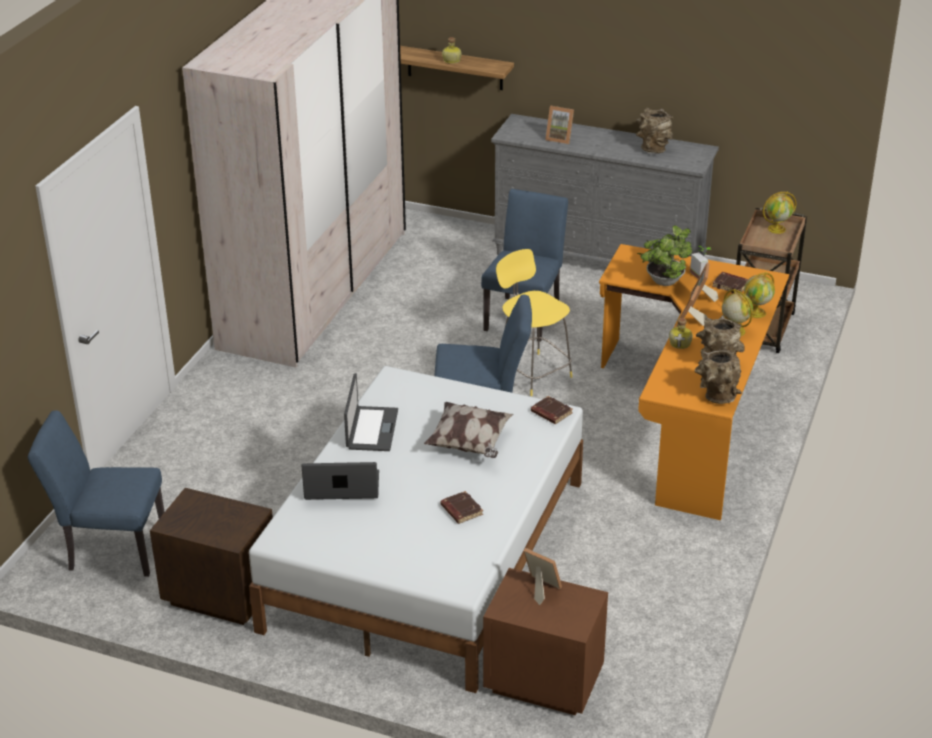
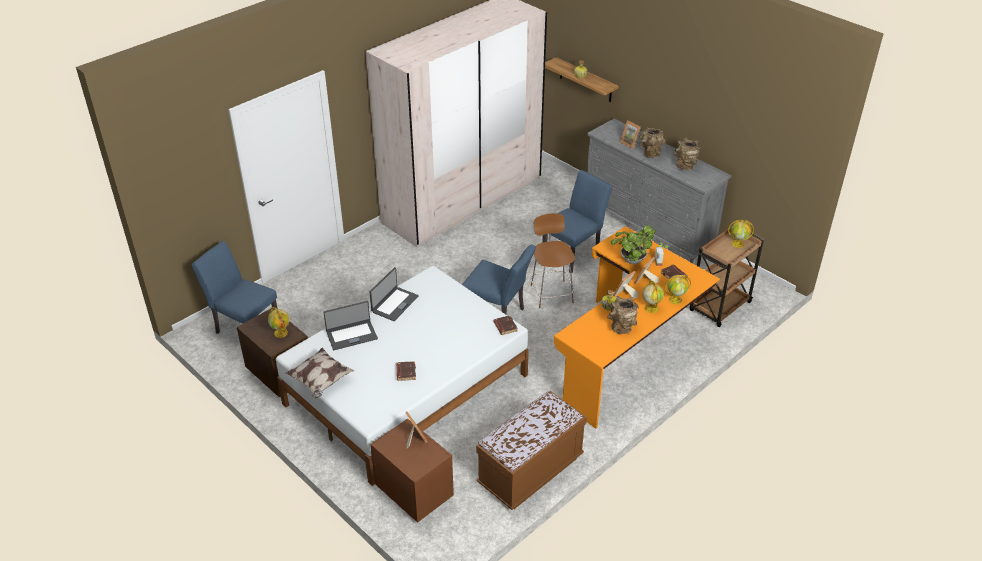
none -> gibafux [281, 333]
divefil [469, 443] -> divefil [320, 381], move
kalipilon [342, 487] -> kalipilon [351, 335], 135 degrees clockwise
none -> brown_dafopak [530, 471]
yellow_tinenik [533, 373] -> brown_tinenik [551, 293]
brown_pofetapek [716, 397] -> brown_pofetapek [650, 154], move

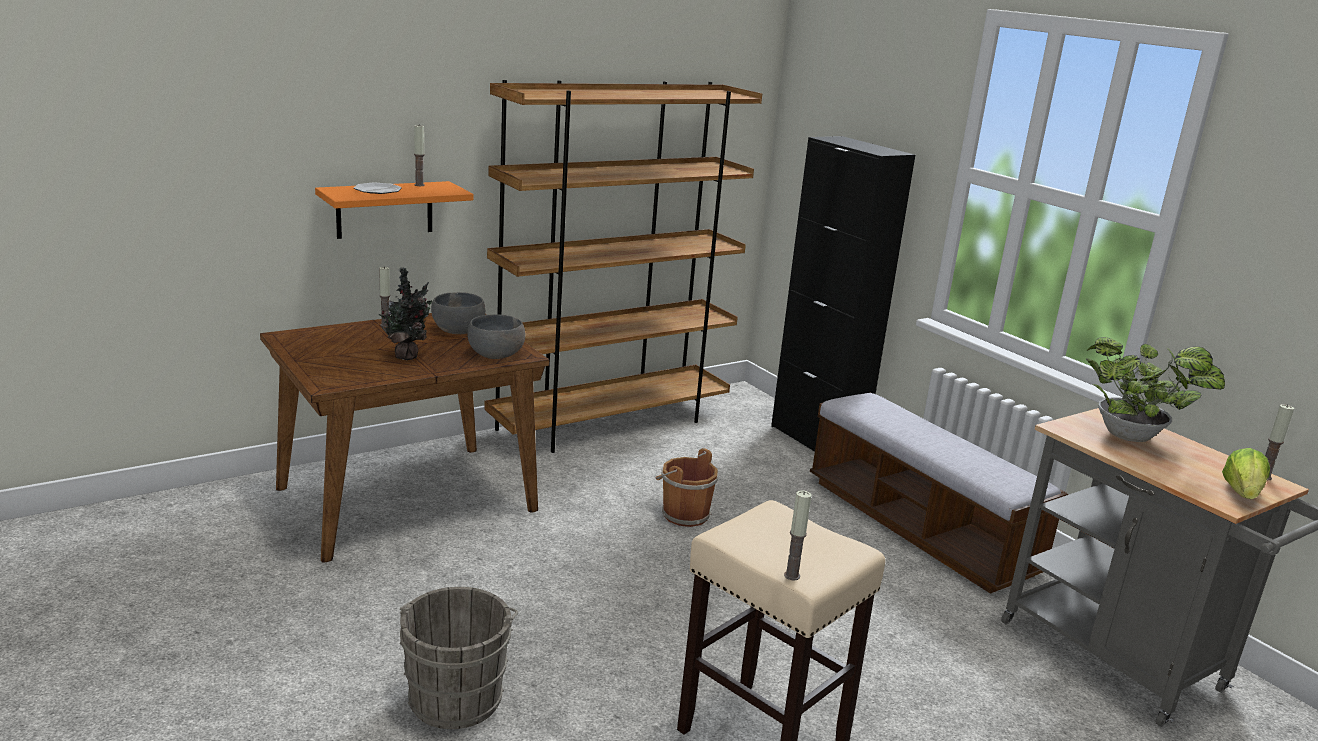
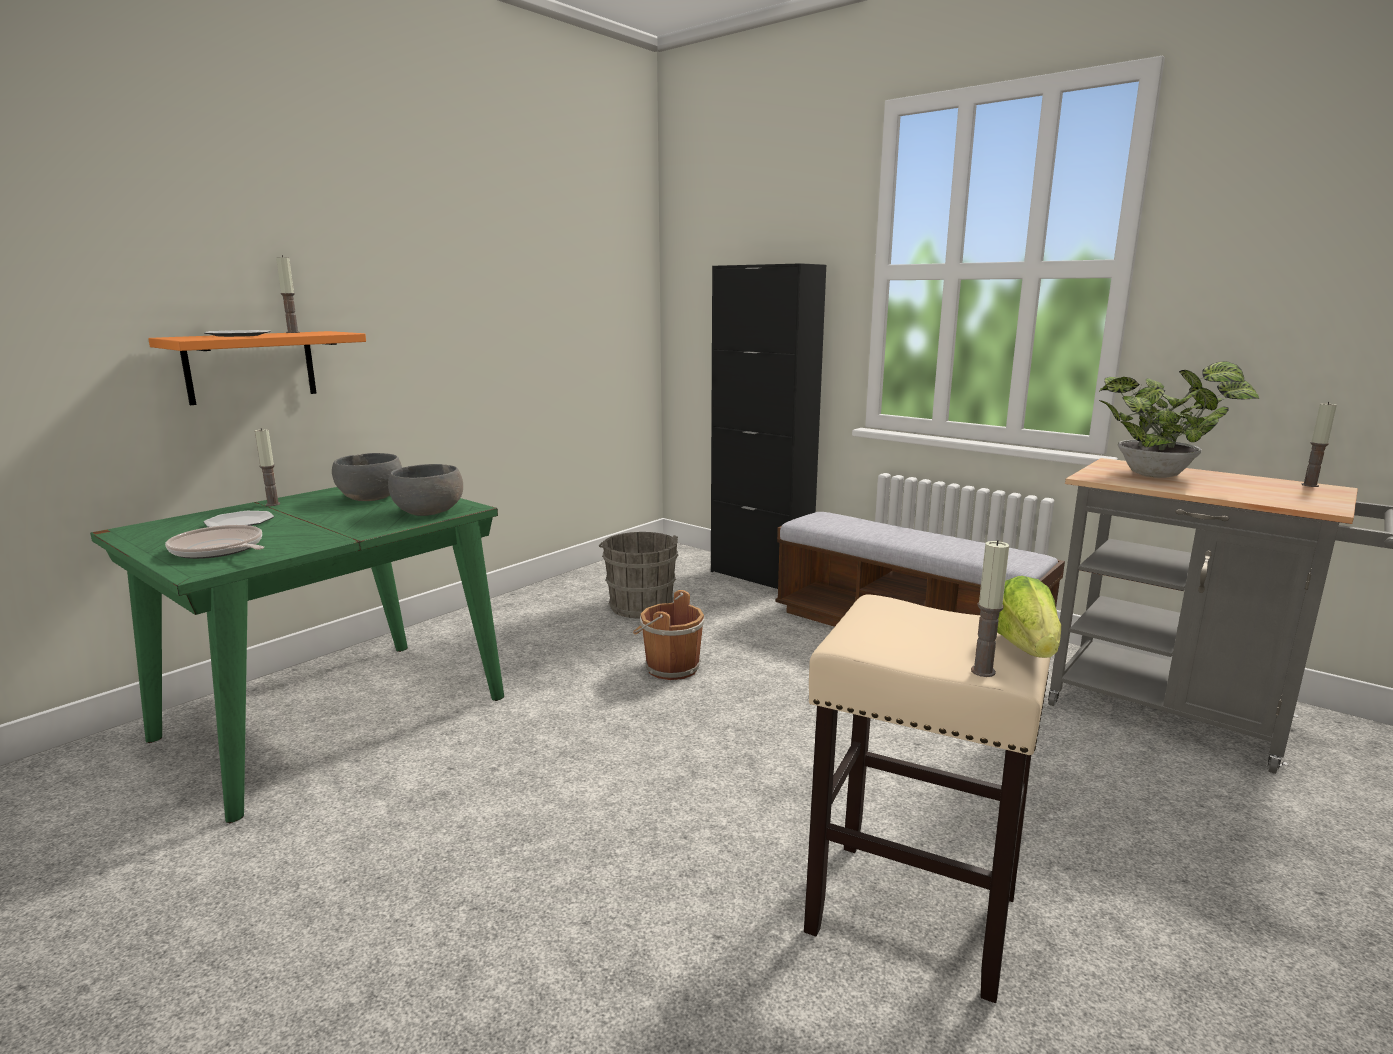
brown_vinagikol [405, 500] -> green_vinagikol [332, 719]
none -> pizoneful [219, 550]
none -> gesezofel [239, 522]
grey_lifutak [457, 695] -> grey_lifutak [640, 605], move
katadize [1242, 493] -> katadize [1024, 648], move
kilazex [407, 356] -> none
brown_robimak [610, 423] -> none

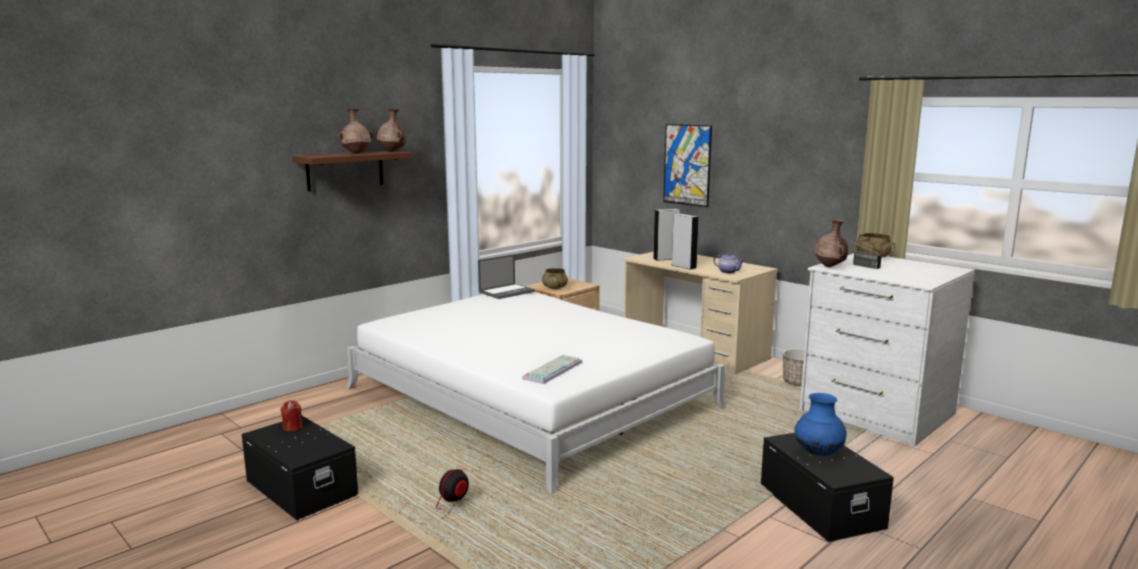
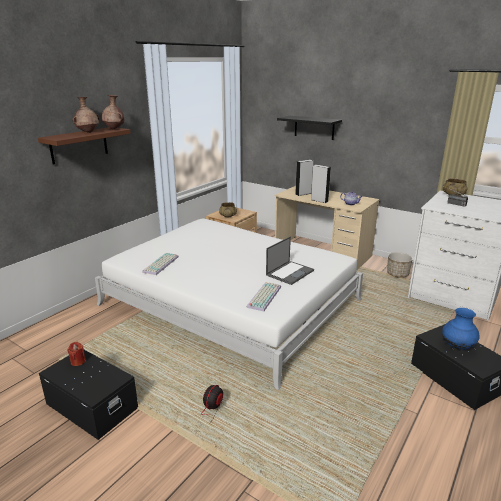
none -> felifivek [161, 264]
kalipilon [507, 291] -> kalipilon [290, 272], move
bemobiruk [687, 165] -> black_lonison [314, 127]
brown_pofetapek [830, 266] -> none

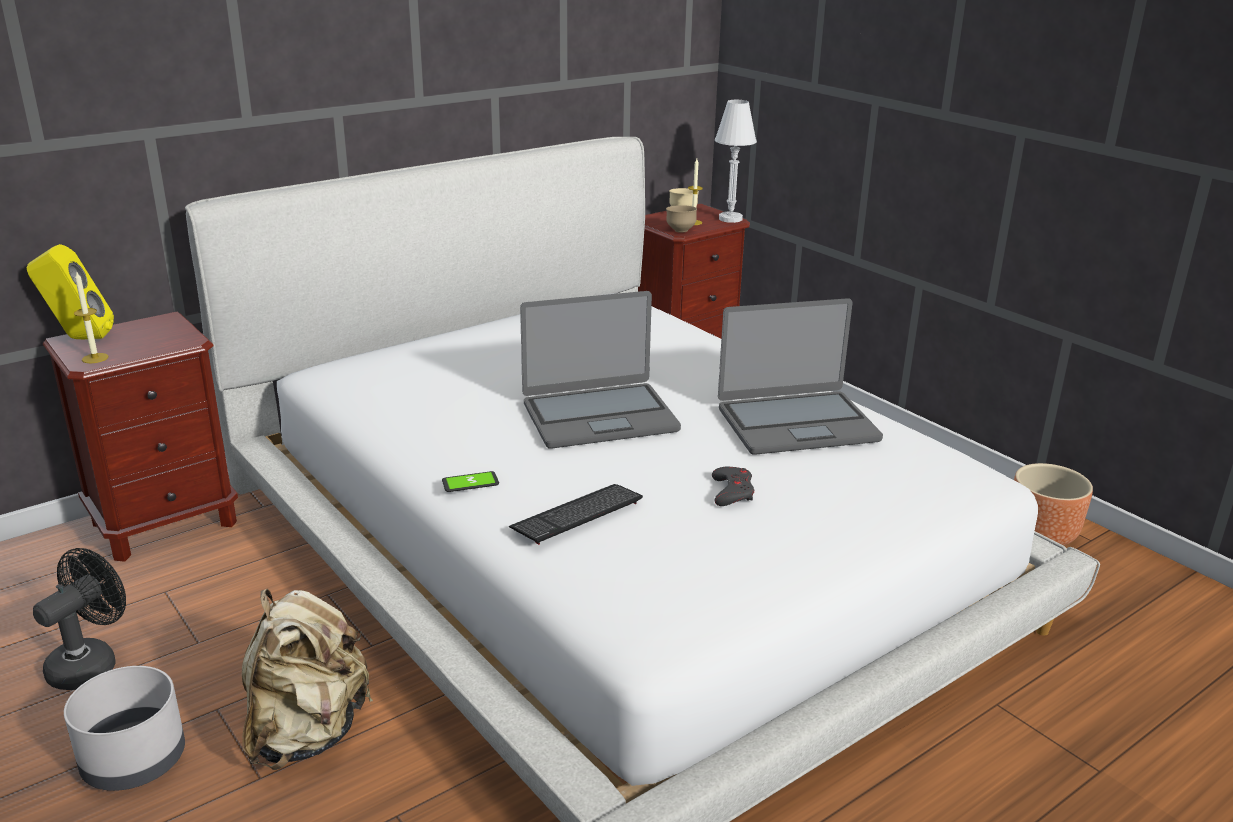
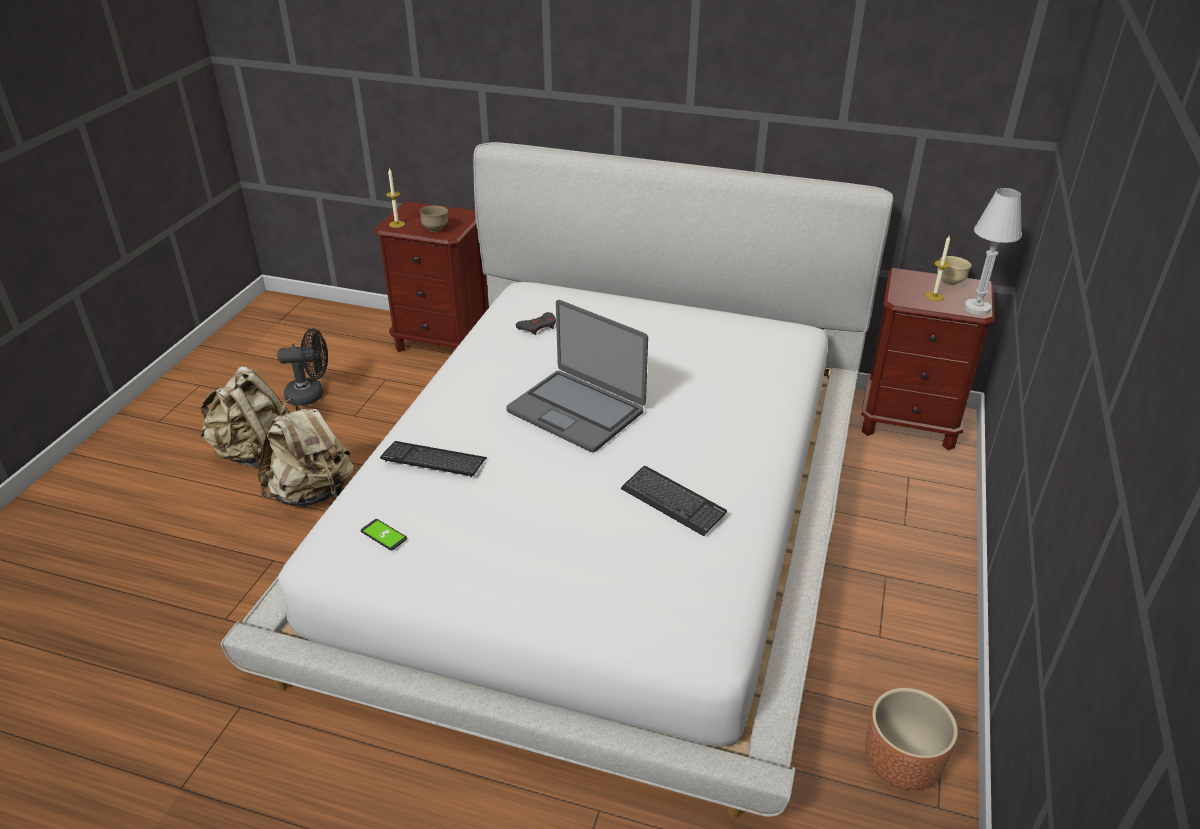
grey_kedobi [135, 761] -> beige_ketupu [254, 453]
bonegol [470, 483] -> bonegol [383, 535], move
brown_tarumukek [680, 231] -> brown_tarumukek [435, 230], move
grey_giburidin [732, 491] -> grey_giburidin [538, 327], move
kalipilon [796, 424] -> felifivek [673, 502]
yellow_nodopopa [78, 338] -> none

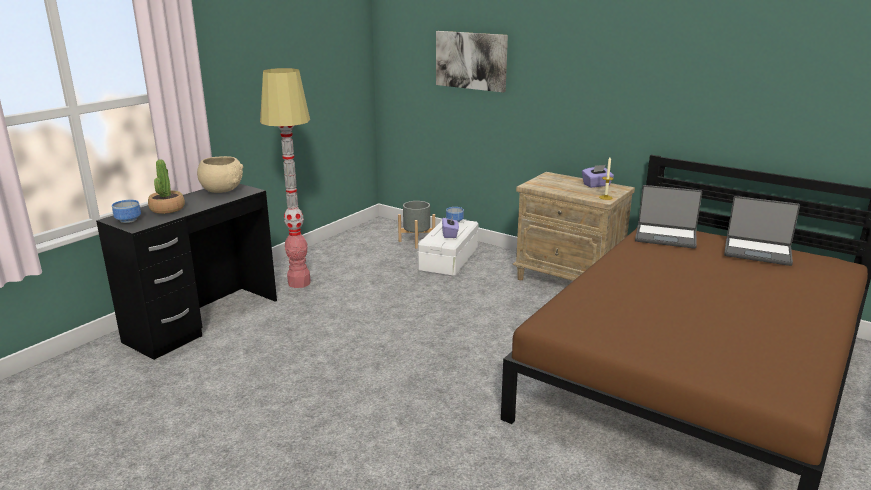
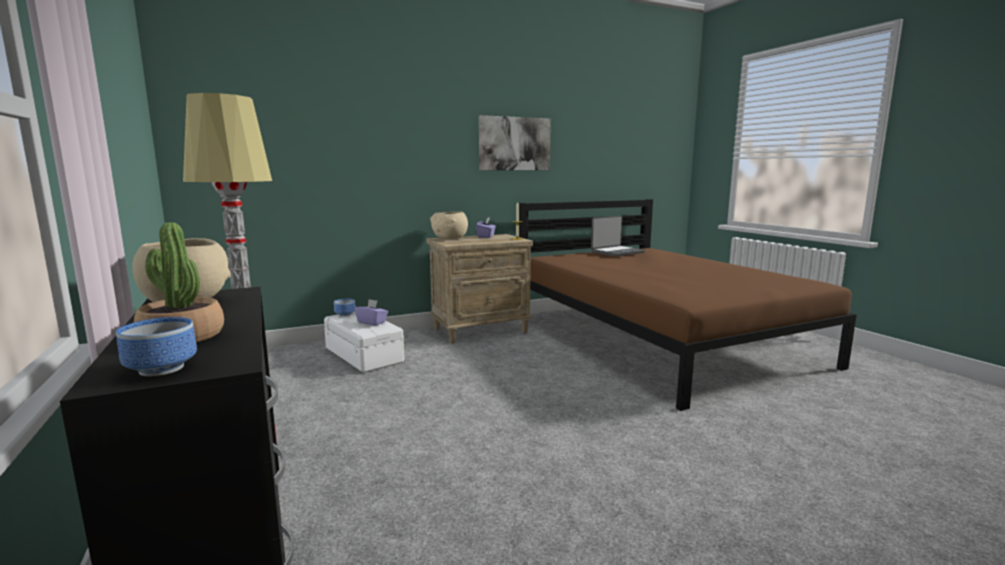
none -> beige_tarumukek [450, 239]
bemobiruk [471, 60] -> bemobiruk [514, 144], move
grey_kedobi [416, 241] -> none
kalipilon [665, 237] -> none

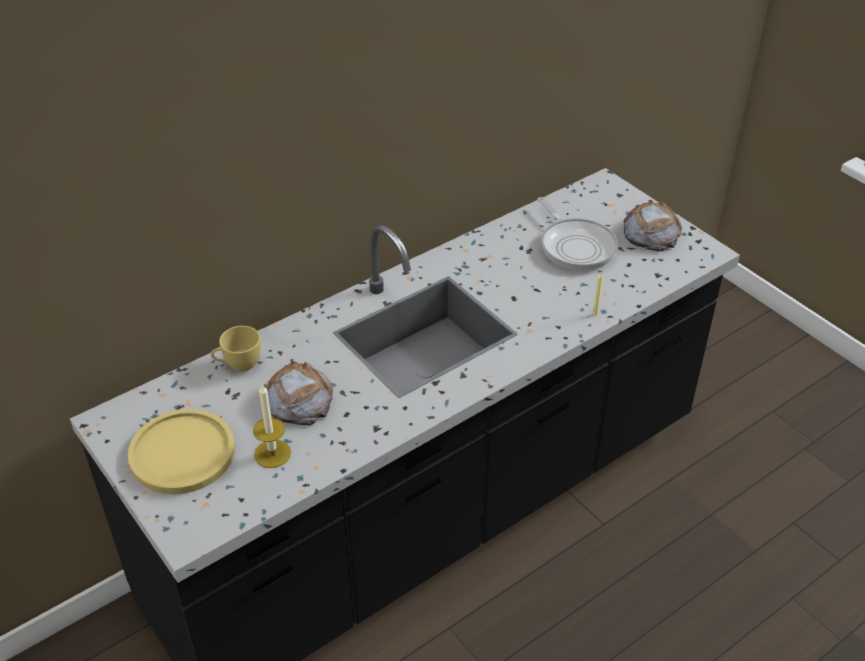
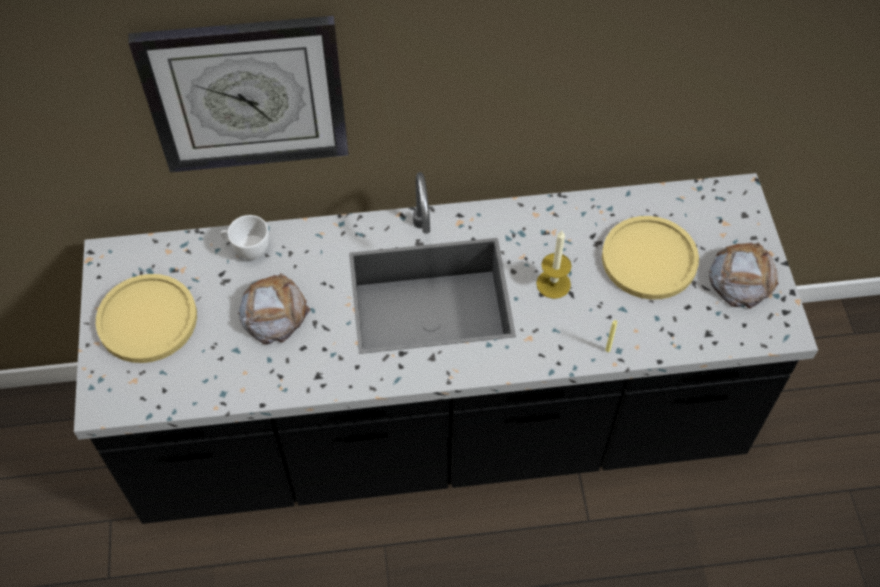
none -> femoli [246, 94]
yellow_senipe [238, 365] -> white_senipe [247, 249]
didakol [272, 453] -> didakol [553, 284], move
pizoneful [575, 246] -> yellow_gesezofel [649, 259]

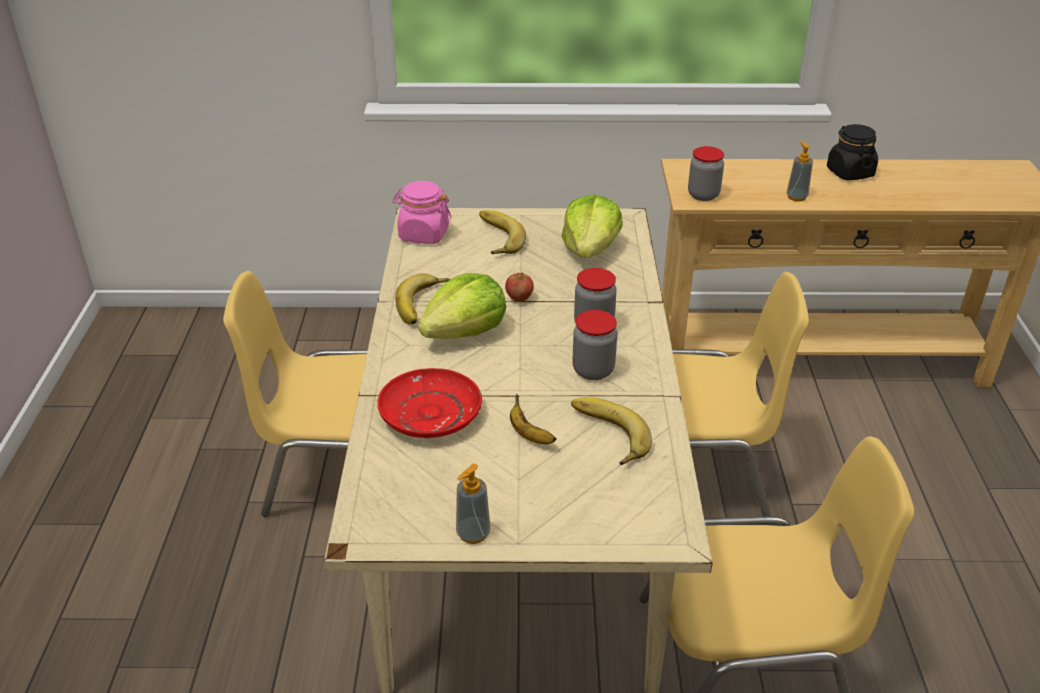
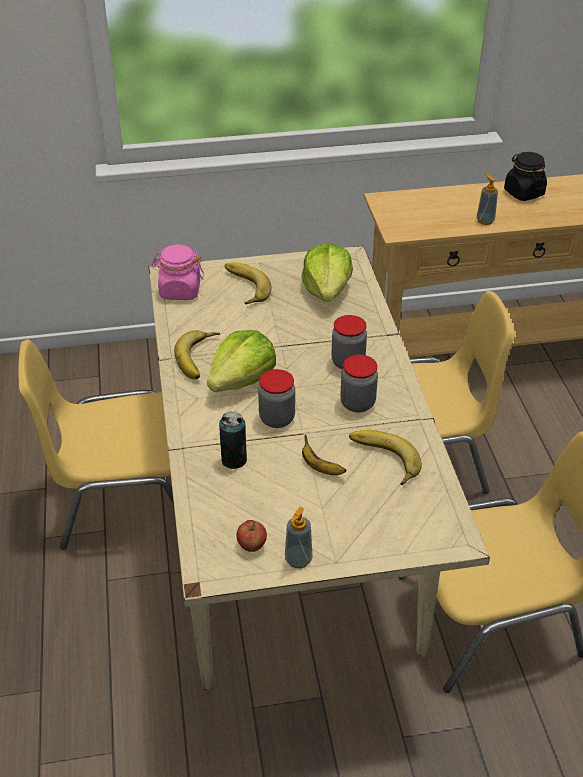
red_gesezofel [430, 414] -> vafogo [234, 460]
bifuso [519, 298] -> bifuso [251, 545], move
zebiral [703, 195] -> zebiral [277, 418], move

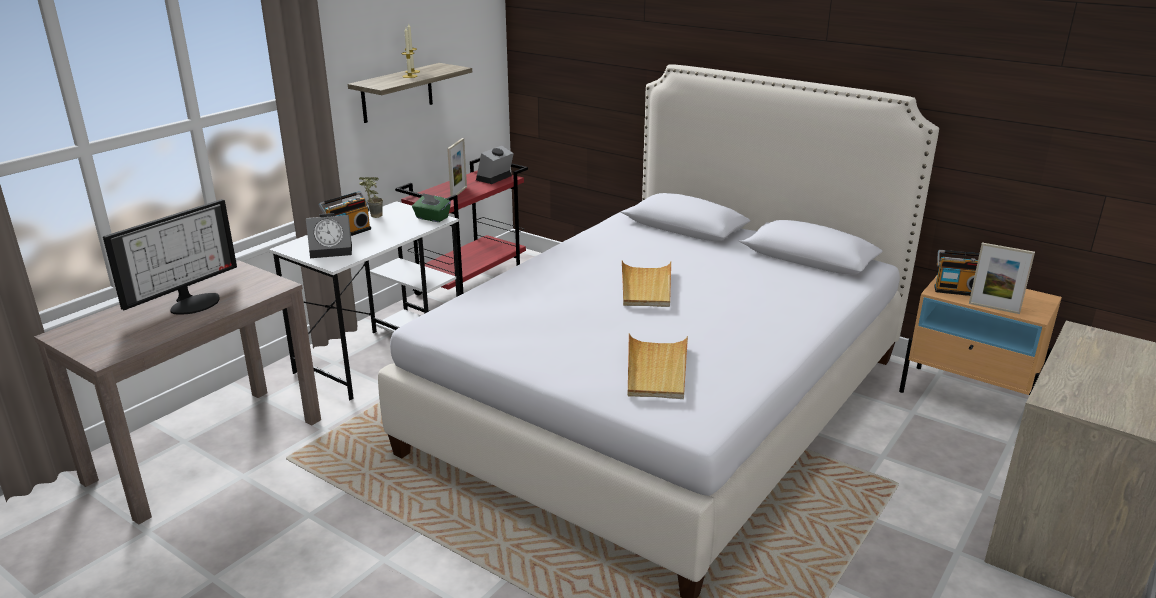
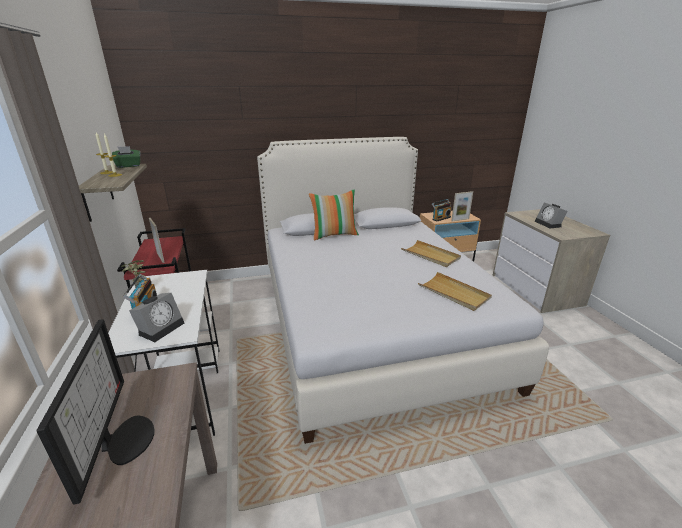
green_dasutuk [432, 218] -> green_dasutuk [128, 166], move
none -> divefil [334, 235]
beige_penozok [646, 287] -> beige_penozok [430, 255], move
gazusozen [494, 178] -> gazusozen [549, 224], move

